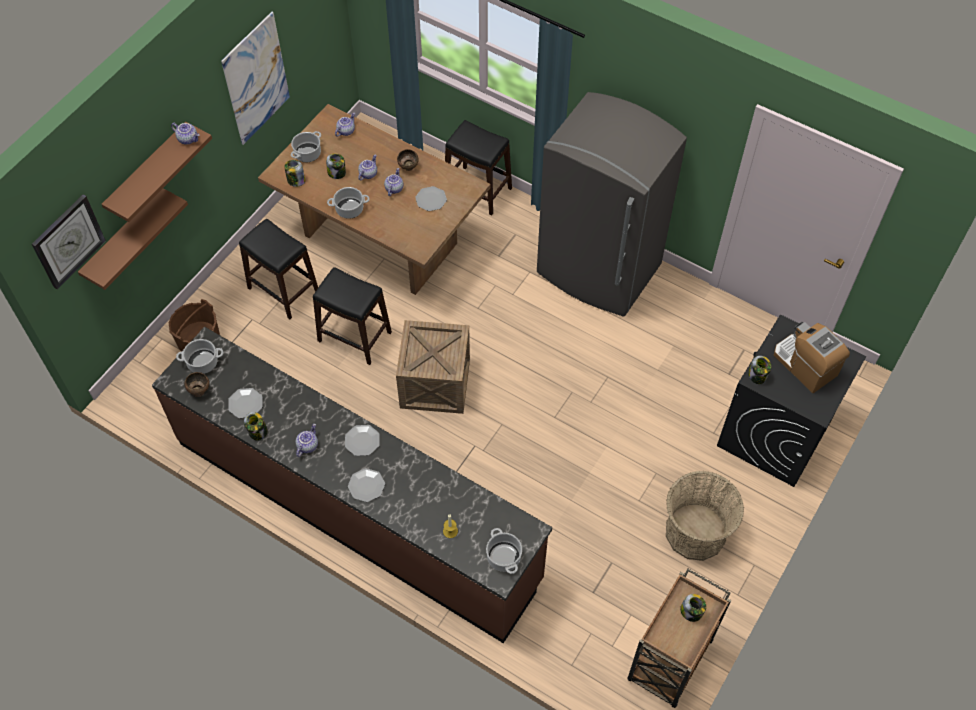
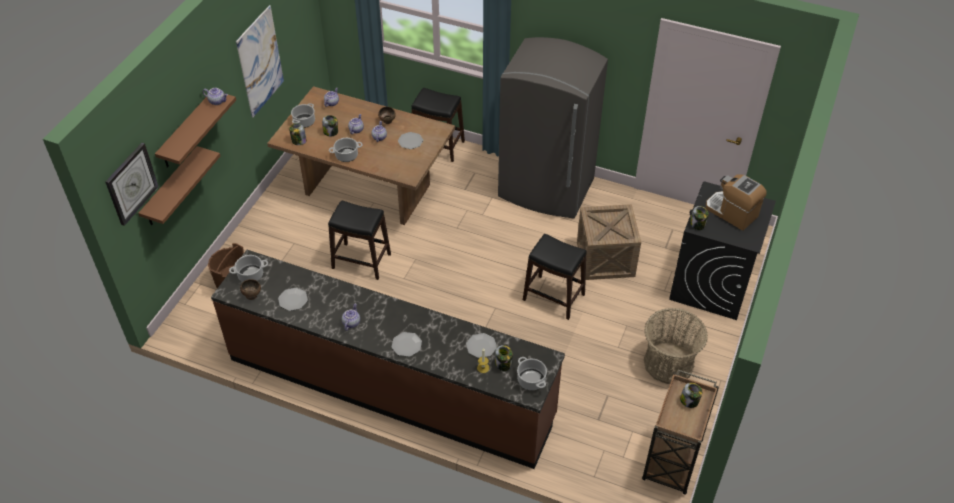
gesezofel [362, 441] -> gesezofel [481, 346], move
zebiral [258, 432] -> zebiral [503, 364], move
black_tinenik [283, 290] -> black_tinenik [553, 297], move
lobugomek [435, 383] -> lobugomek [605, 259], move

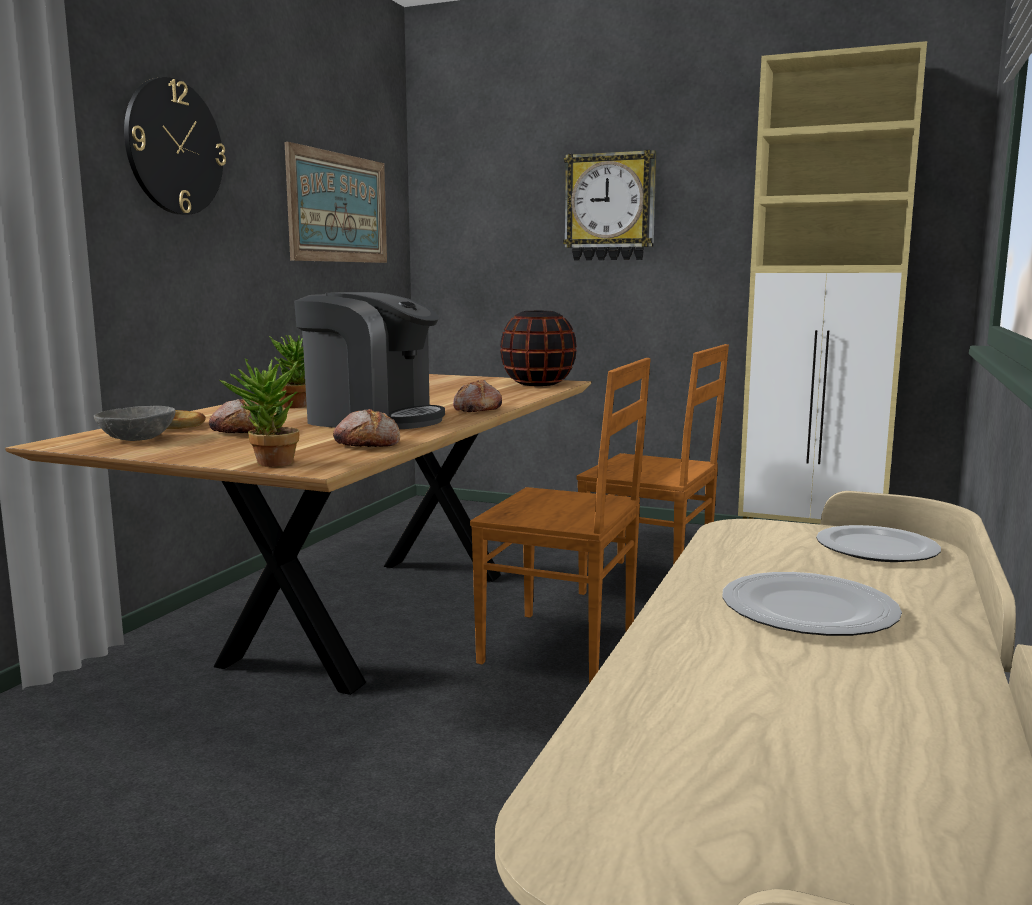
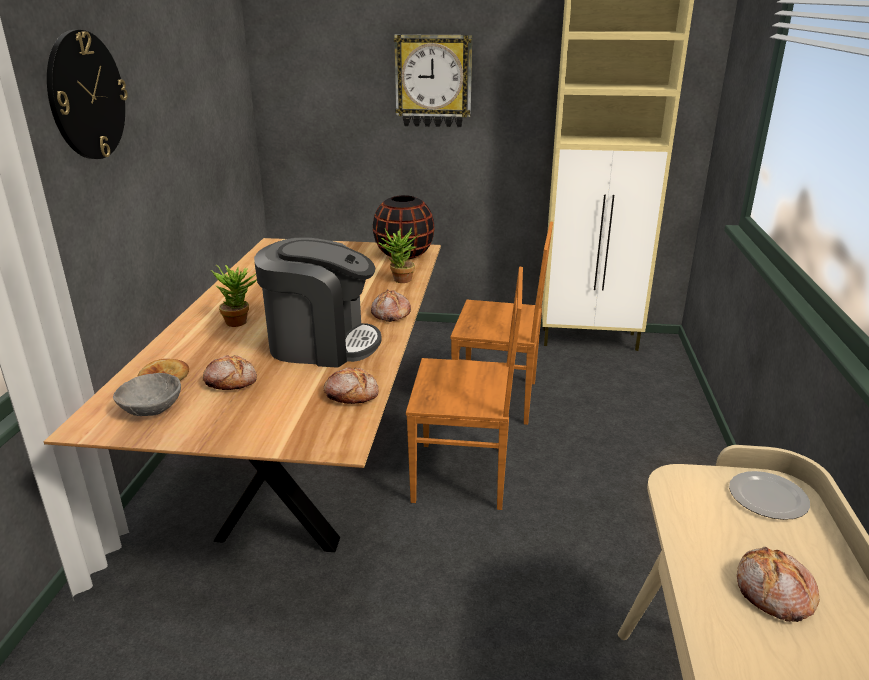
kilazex [267, 464] -> kilazex [400, 281], move
gesezofel [807, 612] -> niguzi [773, 593]
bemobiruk [338, 208] -> none

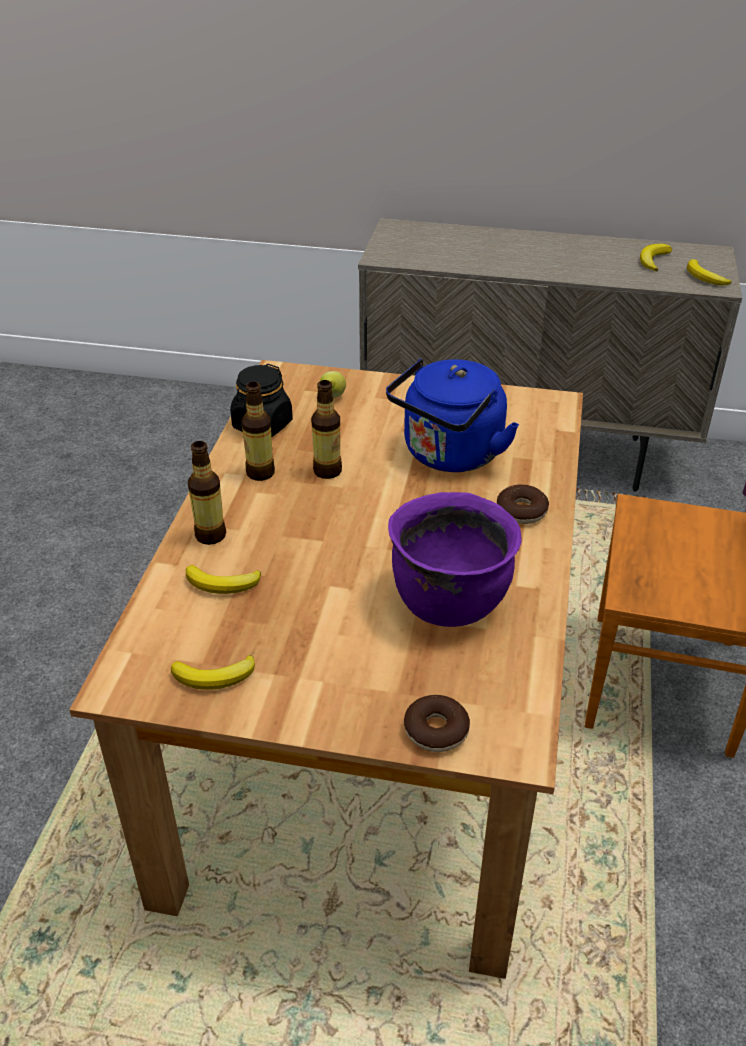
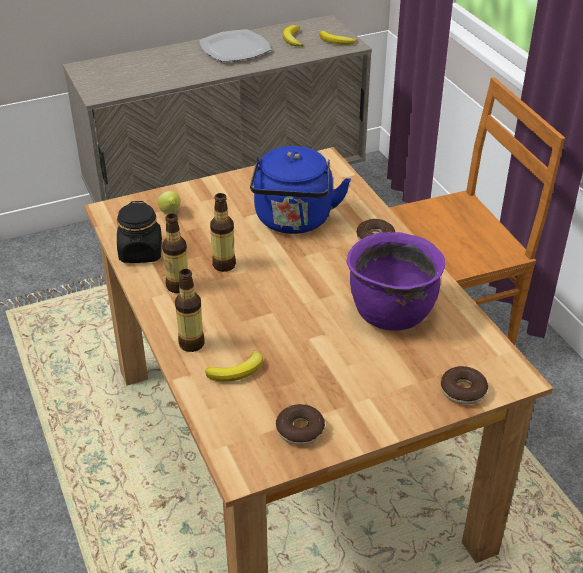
none -> gesezofel [235, 48]
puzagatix [215, 676] -> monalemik [300, 430]

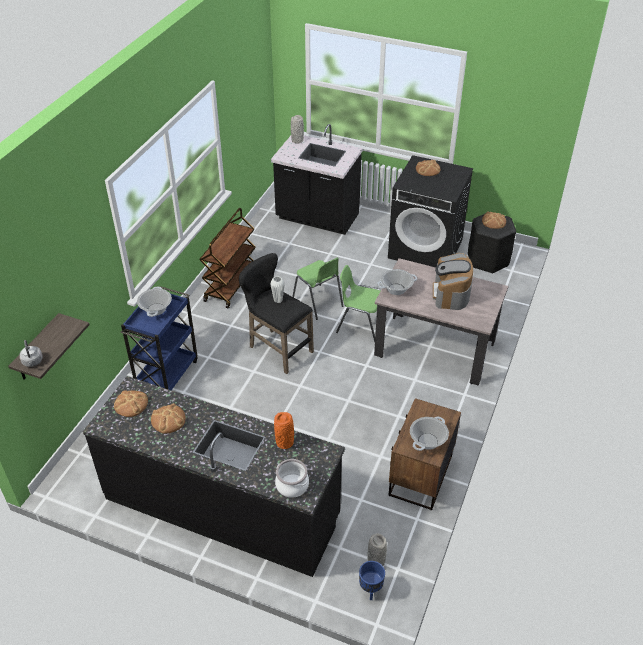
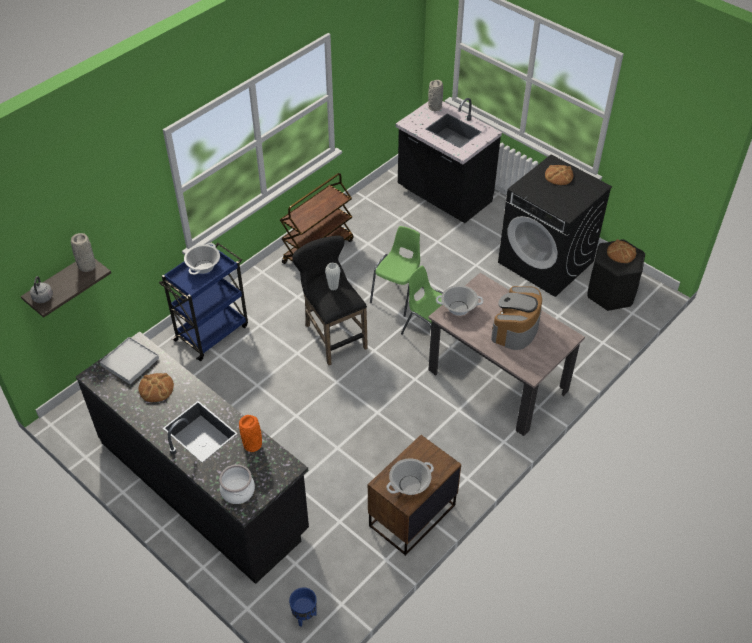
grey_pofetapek [376, 562] -> grey_pofetapek [87, 266], move
niguzi [131, 404] -> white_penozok [130, 362]
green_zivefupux [318, 302] -> green_zivefupux [398, 295], 135 degrees counterclockwise

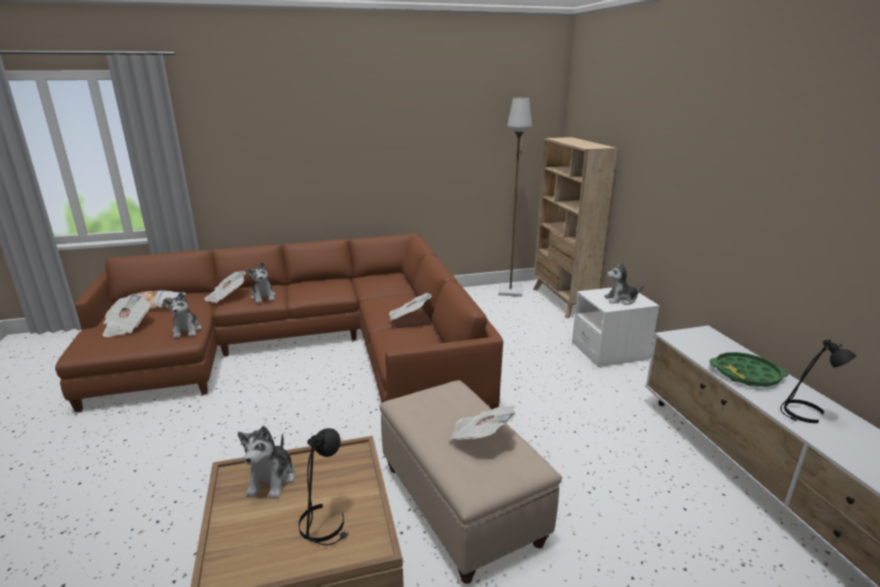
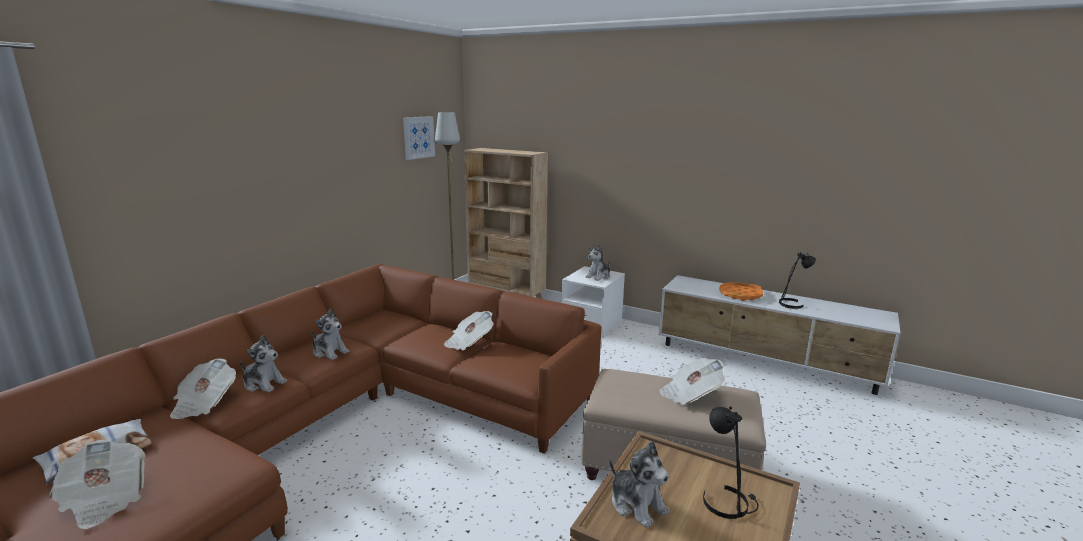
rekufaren [187, 330] -> rekufaren [330, 352], move
none -> bemobiruk [418, 137]
green_penozok [746, 374] -> orange_penozok [740, 295]

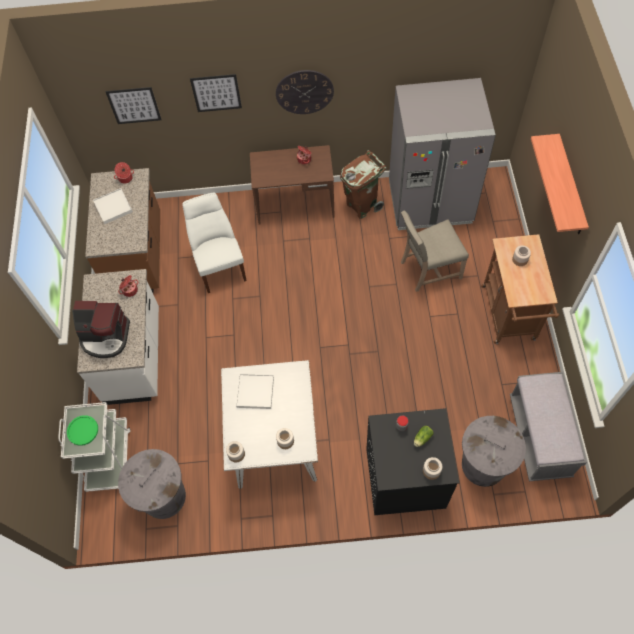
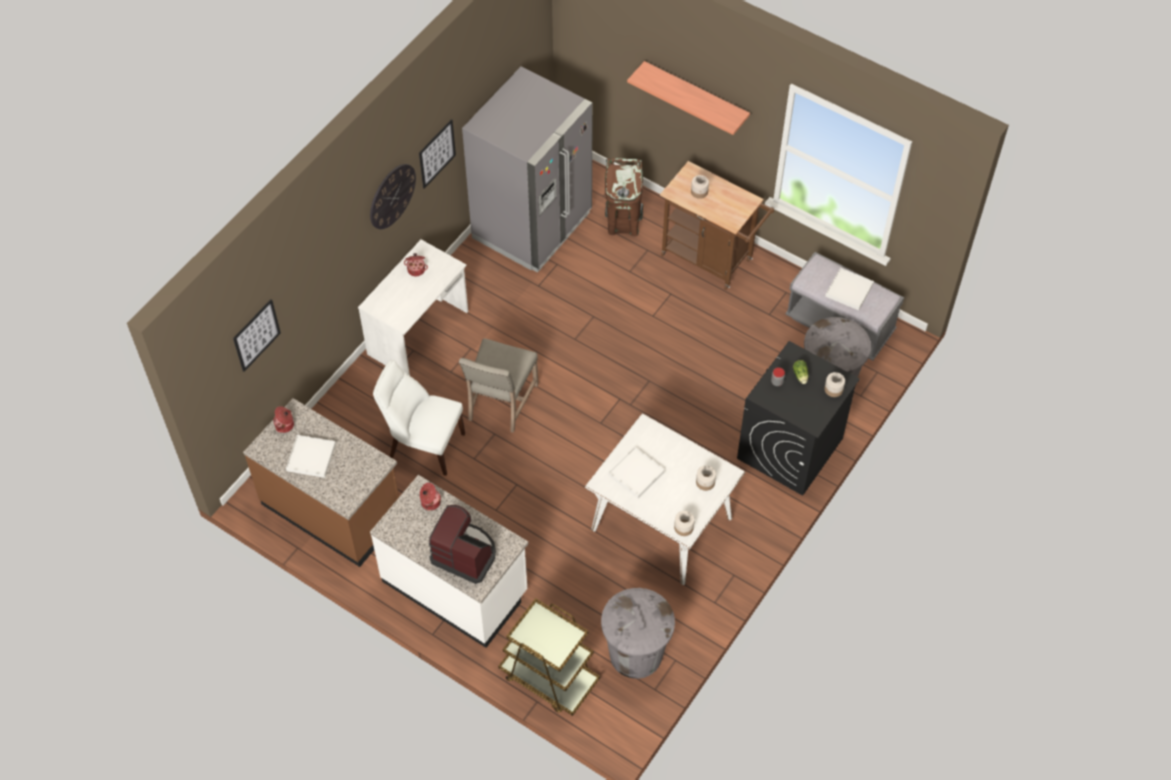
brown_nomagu [295, 205] -> white_nomagu [419, 333]
bemobiruk [216, 93] -> bemobiruk [437, 153], move
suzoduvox [105, 337] -> suzoduvox [465, 554], 105 degrees counterclockwise
beige_zivefupux [428, 269] -> beige_zivefupux [500, 403], move
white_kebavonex [109, 456] -> brown_kebavonex [548, 677]
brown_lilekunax [362, 205] -> brown_lilekunax [623, 224], move
none -> white_penozok [849, 290]
green_gesezofel [83, 430] -> none

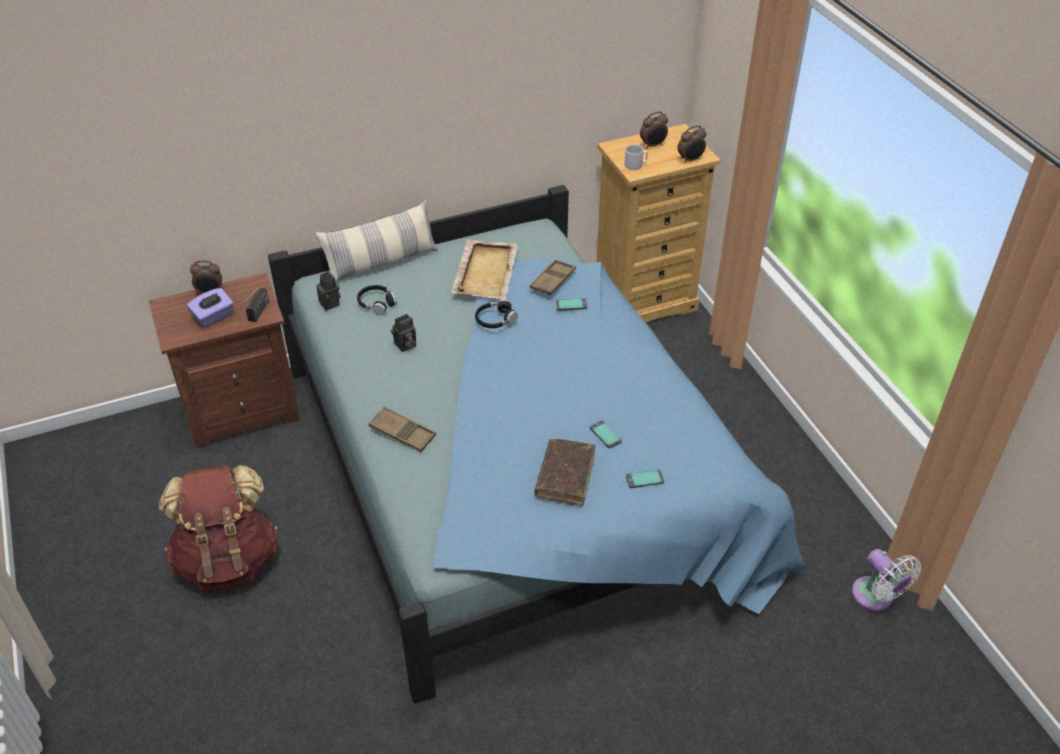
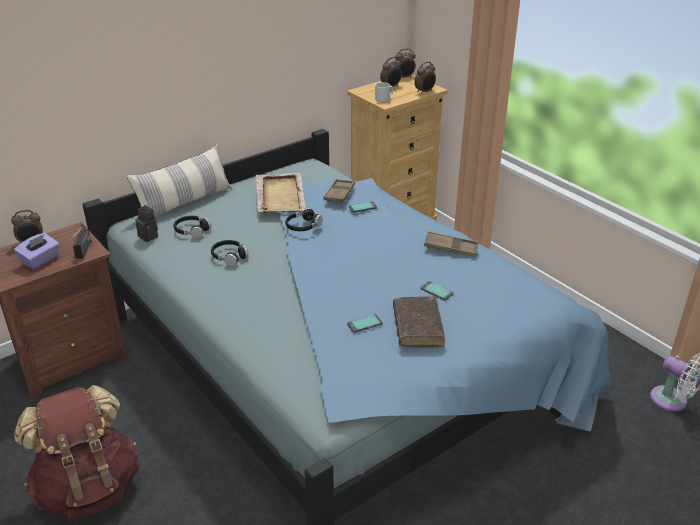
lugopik [405, 345] -> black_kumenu [229, 256]
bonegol [645, 479] -> bonegol [365, 324], move
none -> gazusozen [404, 77]
brown_penozok [402, 433] -> brown_penozok [451, 248], move

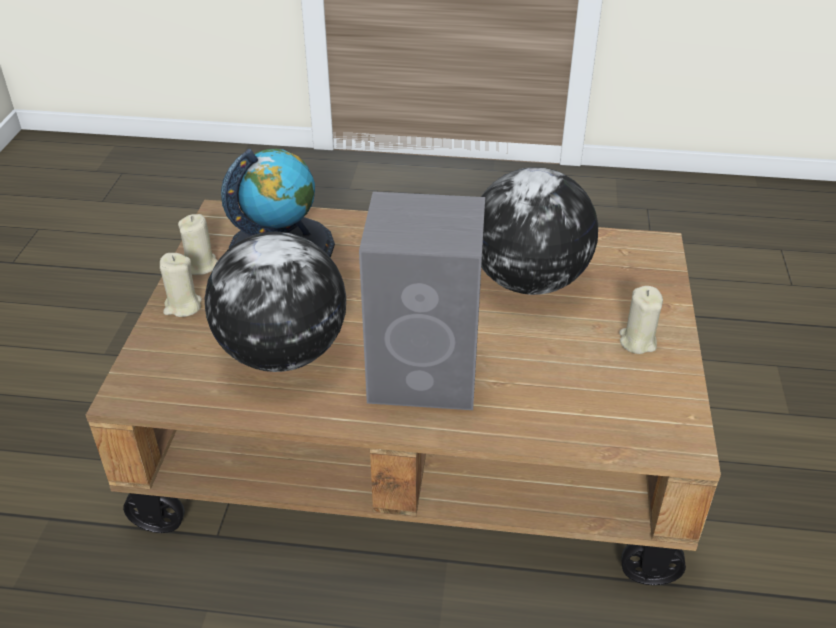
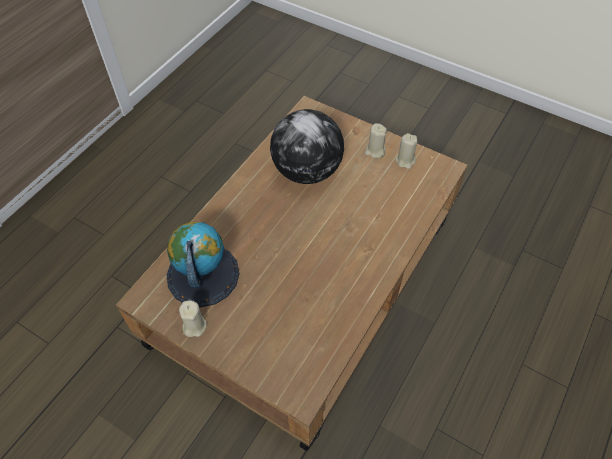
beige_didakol [182, 306] -> beige_didakol [405, 160], move
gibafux [283, 353] -> none
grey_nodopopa [427, 374] -> none

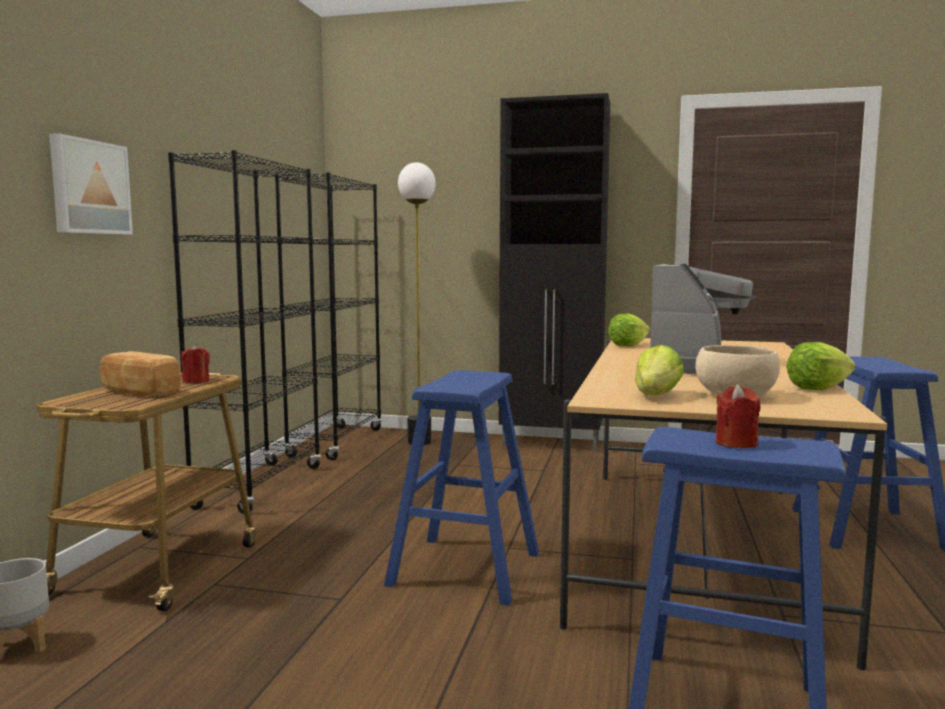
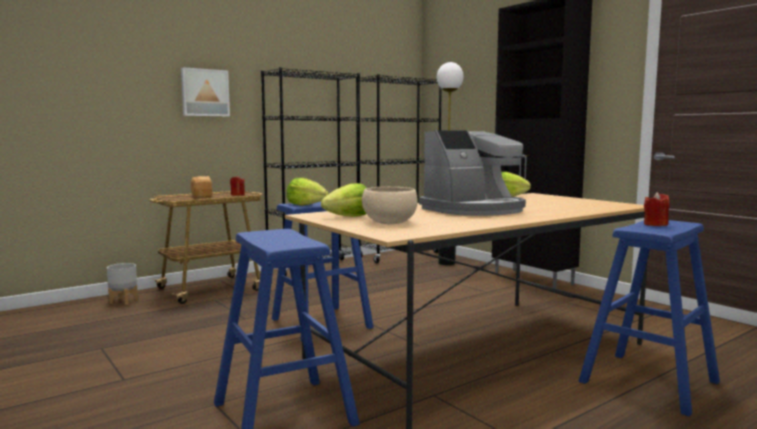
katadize [818, 388] -> katadize [306, 205], move
red_didakol [736, 443] -> red_didakol [655, 224], move

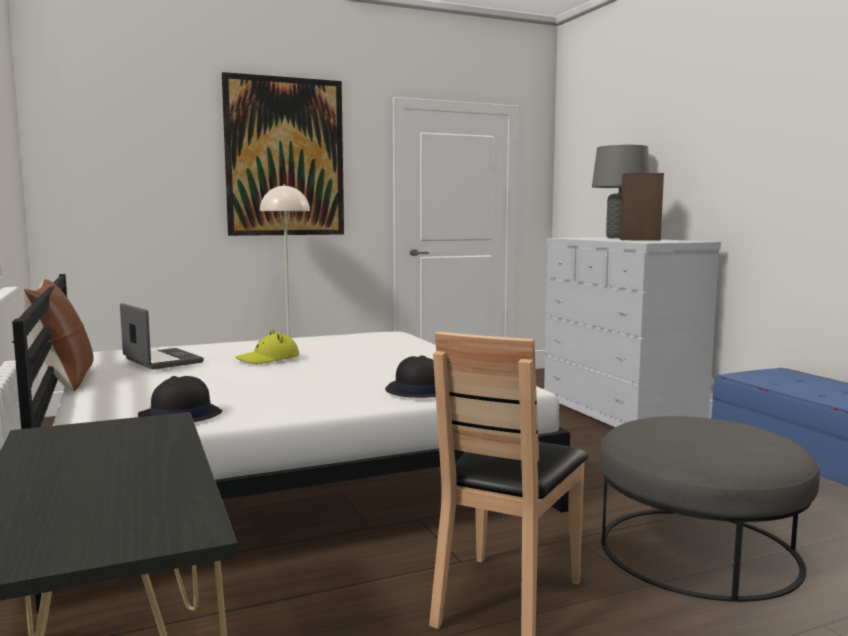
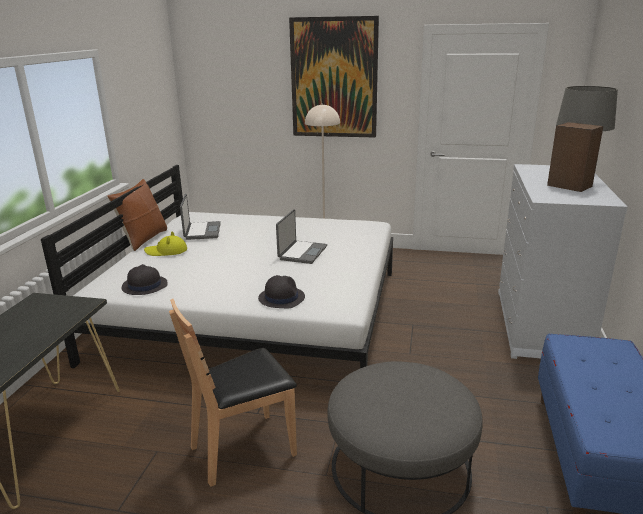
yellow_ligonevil [268, 359] -> yellow_ligonevil [166, 251], move
none -> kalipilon [302, 253]

